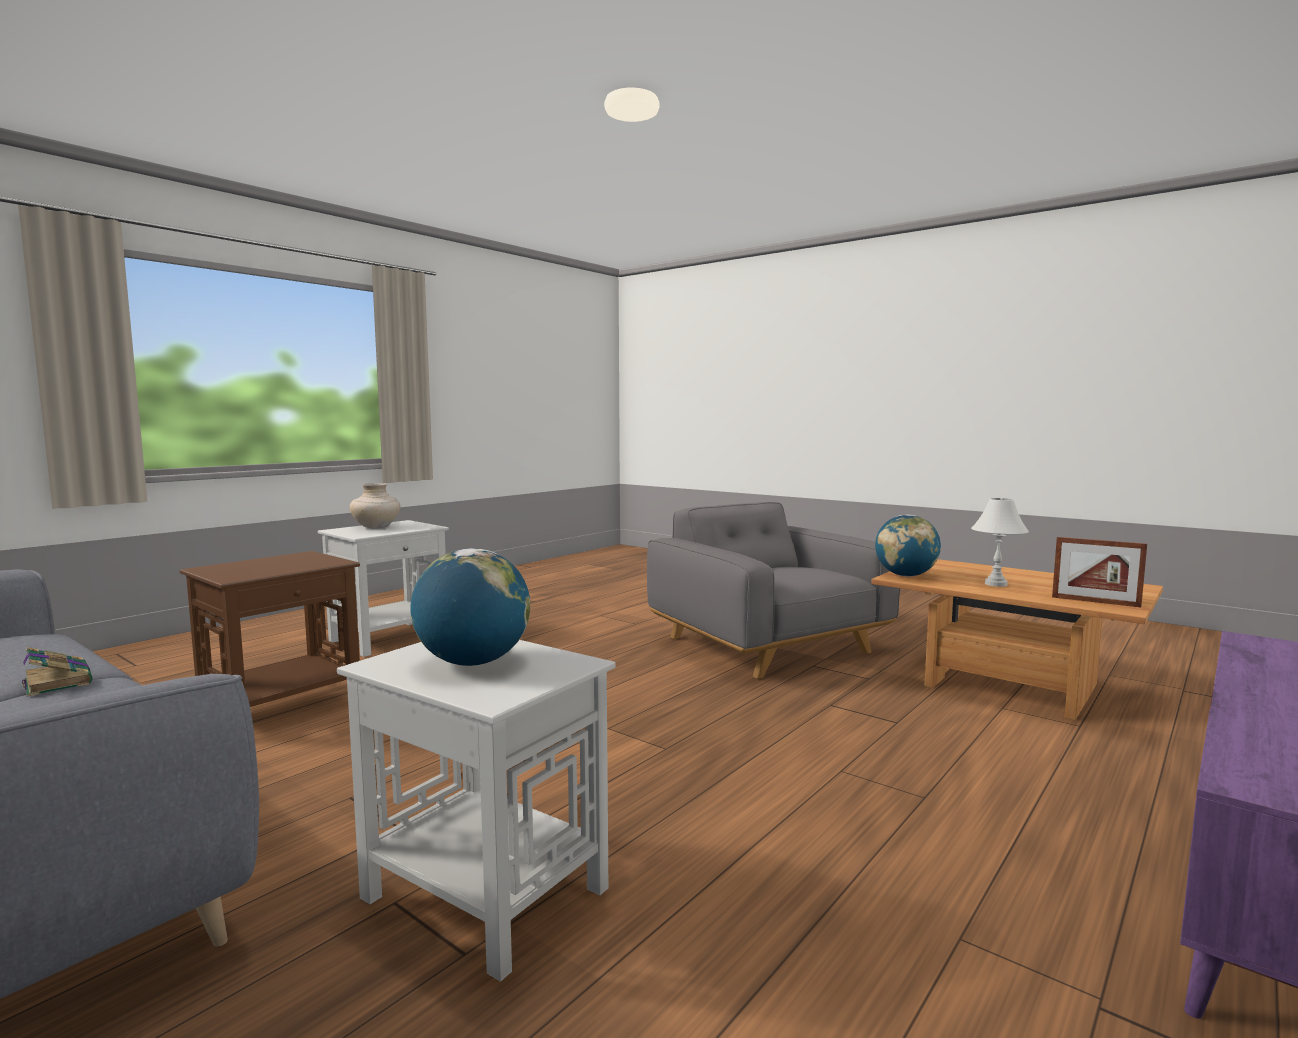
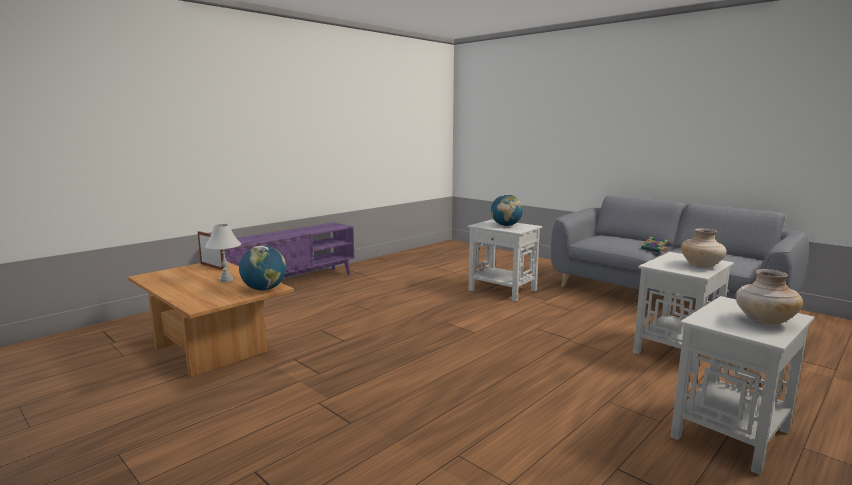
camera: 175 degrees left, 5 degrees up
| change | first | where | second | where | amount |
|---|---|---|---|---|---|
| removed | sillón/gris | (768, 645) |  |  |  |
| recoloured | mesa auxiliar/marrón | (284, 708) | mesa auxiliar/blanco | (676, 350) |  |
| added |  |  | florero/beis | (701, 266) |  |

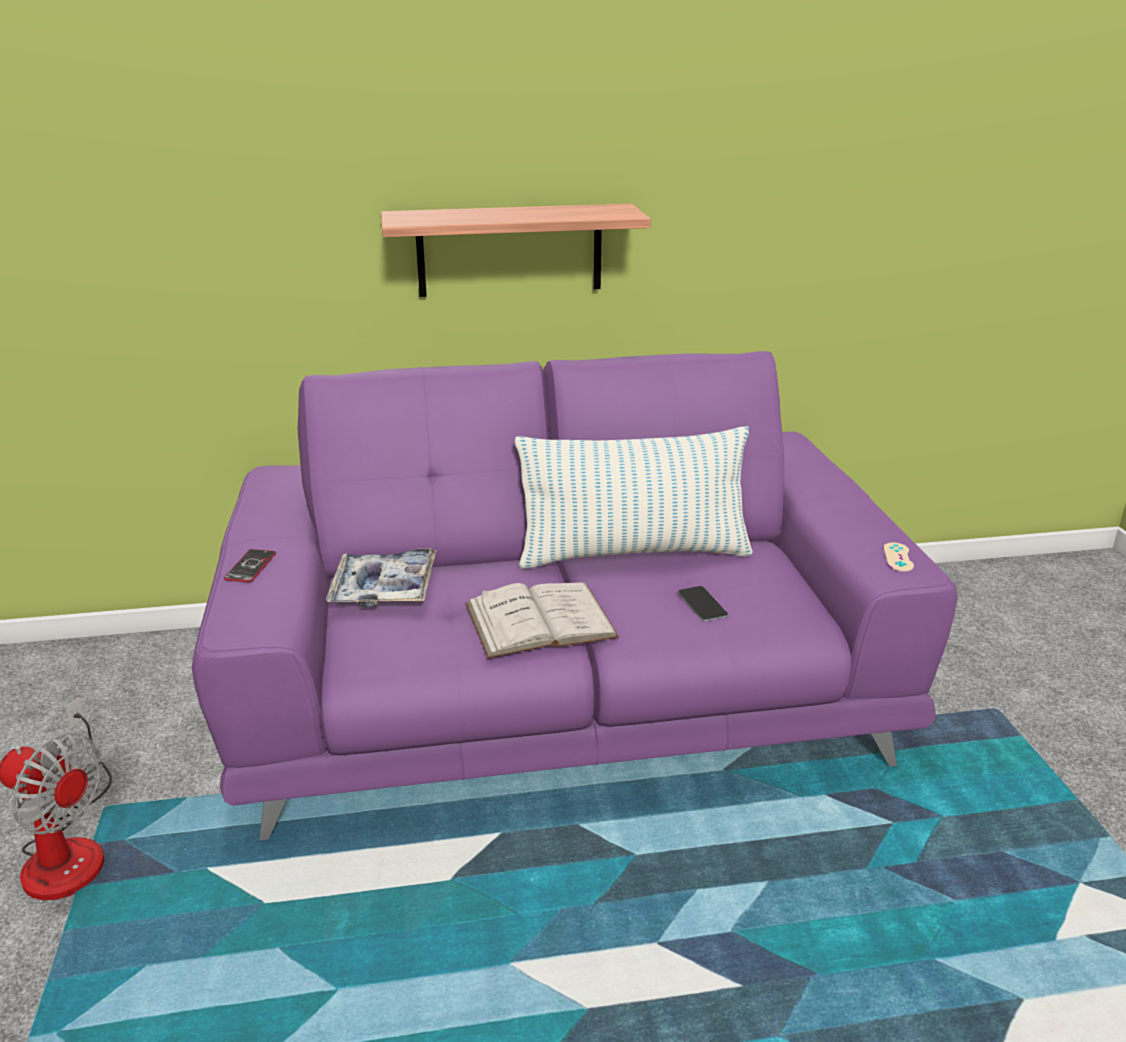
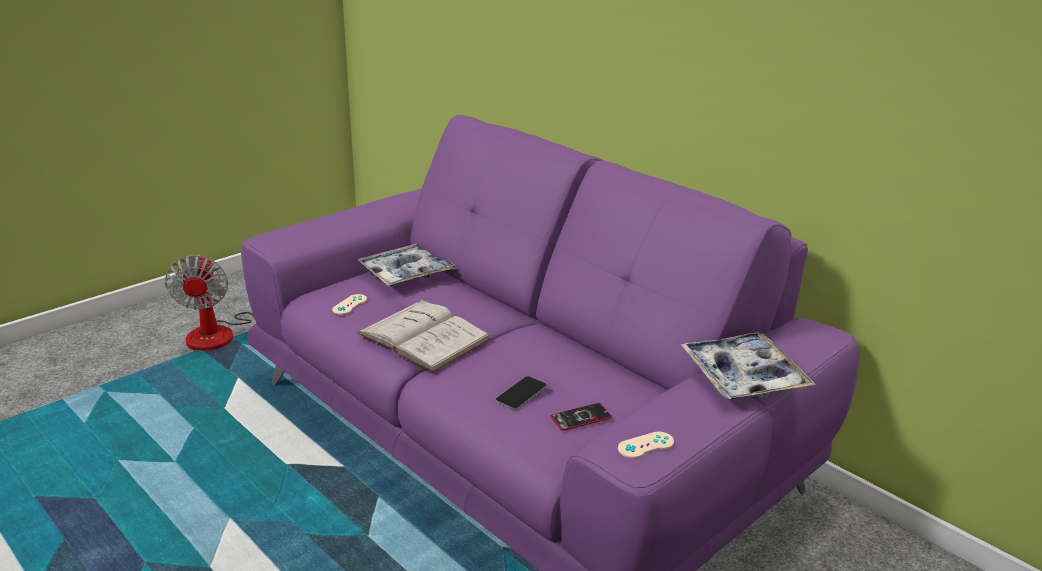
camera: 55 degrees right, 0 degrees up
| change | first | where | second | where | amount |
|---|---|---|---|---|---|
| removed | estante | (509, 250) |  |  |  |
| removed | cojín | (633, 553) |  |  |  |
| moved | móvil | (250, 567) |  | (581, 418) |  |
| added |  |  | mando de consola/beis | (349, 304) |  |
| added |  |  | bandeja | (743, 376) |  |

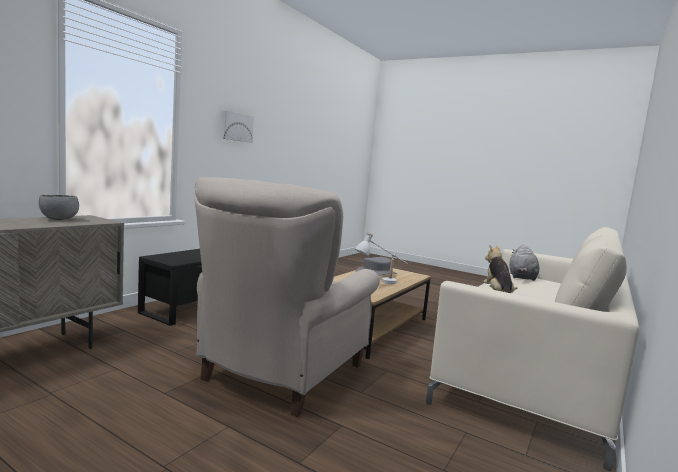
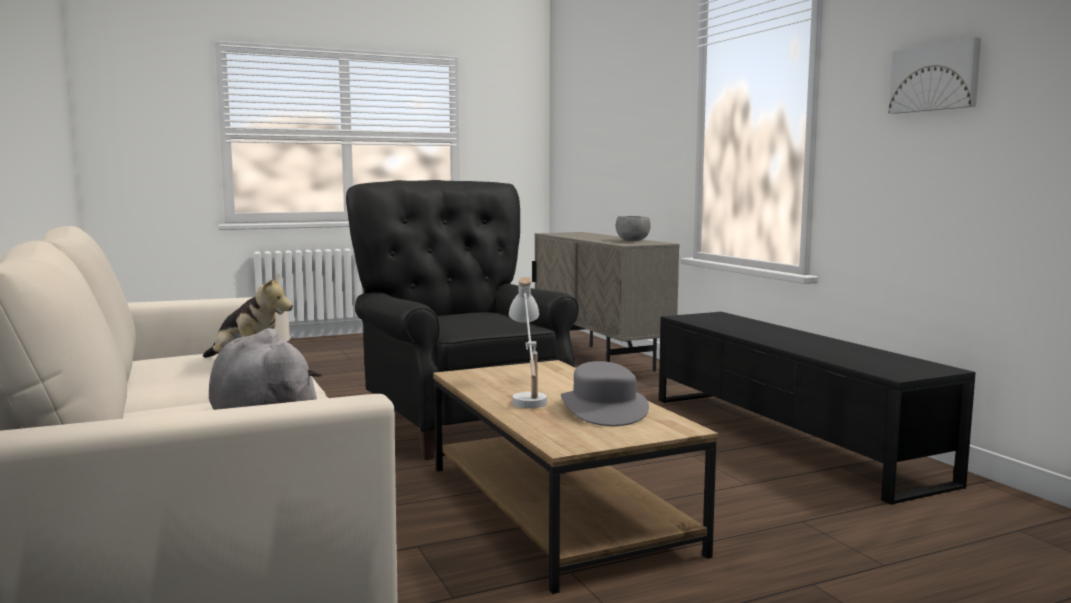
camera: 125 degrees right, 0 degrees up
| change | first | where | second | where | amount |
|---|---|---|---|---|---|
| recoloured | sillón/beis | (280, 374) | sillón/negro | (460, 422) |  |

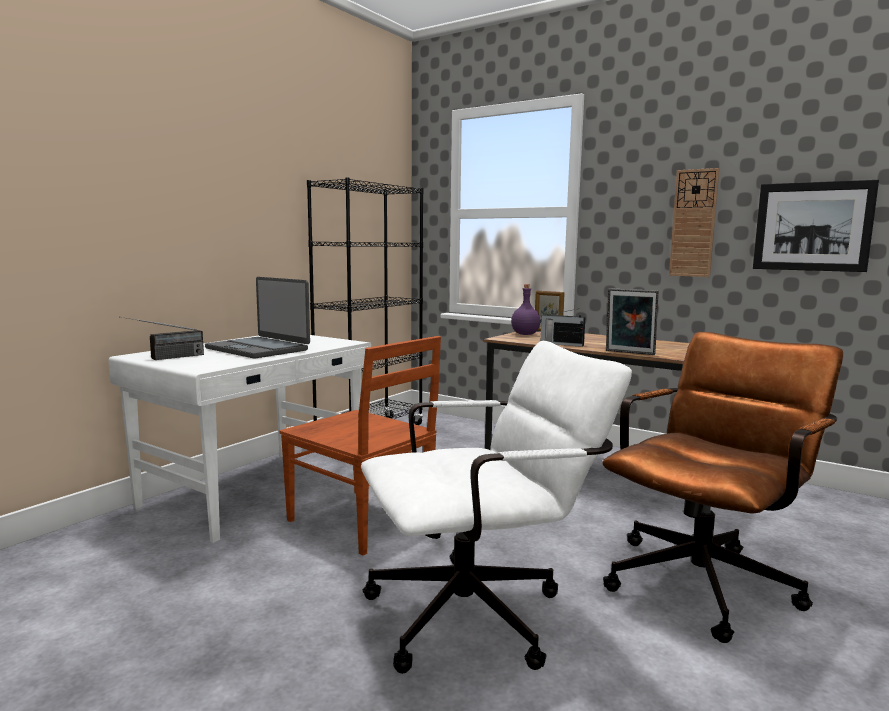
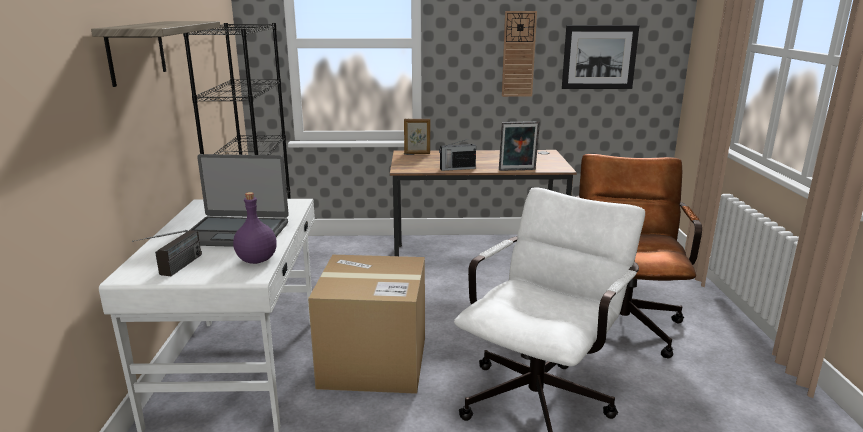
camera: 35 degrees left, 10 degrees up
| change | first | where | second | where | amount |
|---|---|---|---|---|---|
| moved | botella/morado | (524, 334) |  | (256, 260) |  |
| replaced | silla/marrón | (362, 521) | caja de cartón | (374, 362) |  |
| added |  |  | estante | (136, 51) |  |

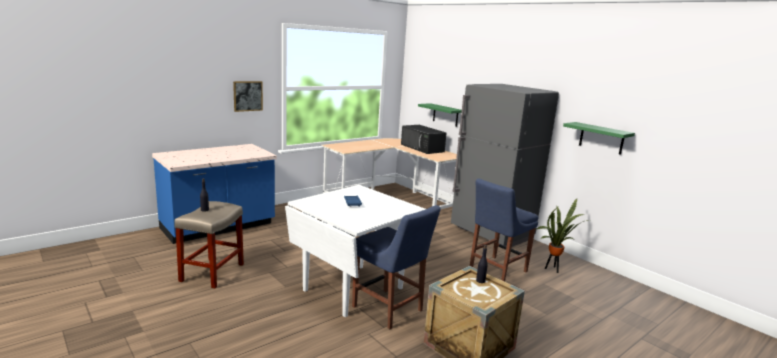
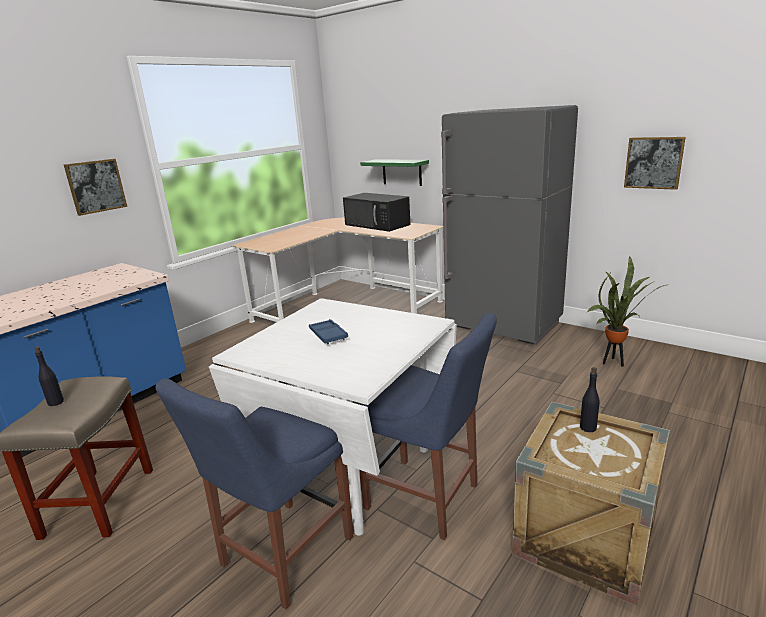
camera: 10 degrees left, 5 degrees up
| change | first | where | second | where | amount |
|---|---|---|---|---|---|
| replaced | estante/verde | (601, 138) | cuadro | (653, 163) |  |
| moved | silla/azul | (496, 270) |  | (282, 555) |  |

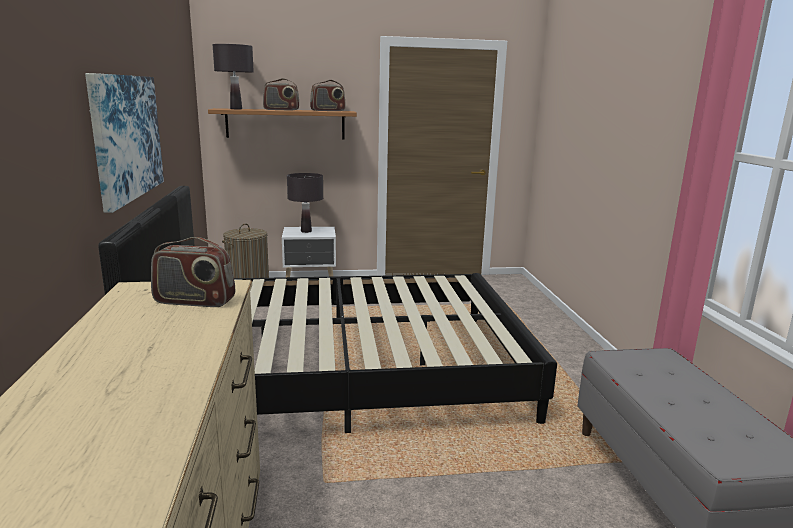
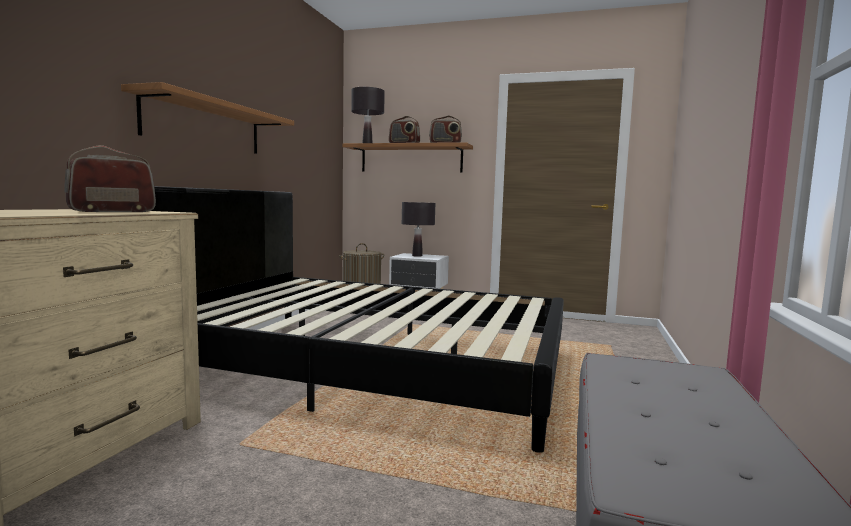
camera: 25 degrees right, 10 degrees down
| change | first | where | second | where | amount |
|---|---|---|---|---|---|
| replaced | cuadro | (126, 137) | estante | (205, 126) |  |
| turned | radio | (194, 301) |  | (112, 211) | 105 degrees clockwise |

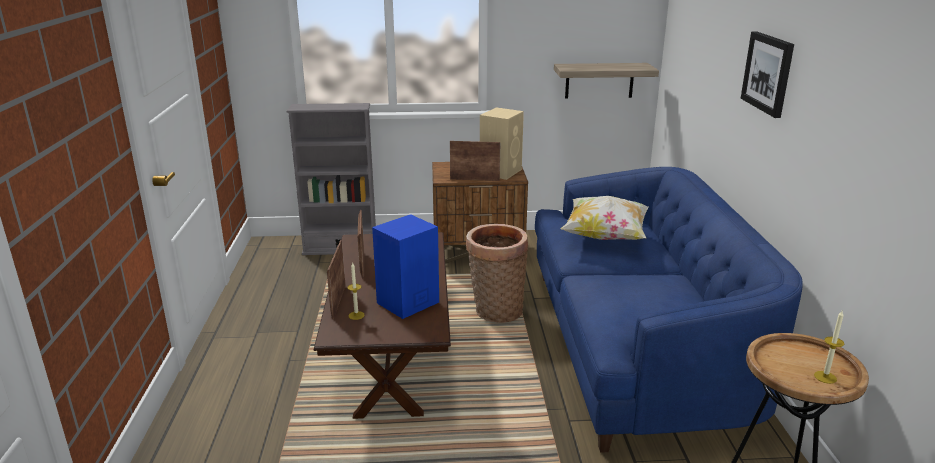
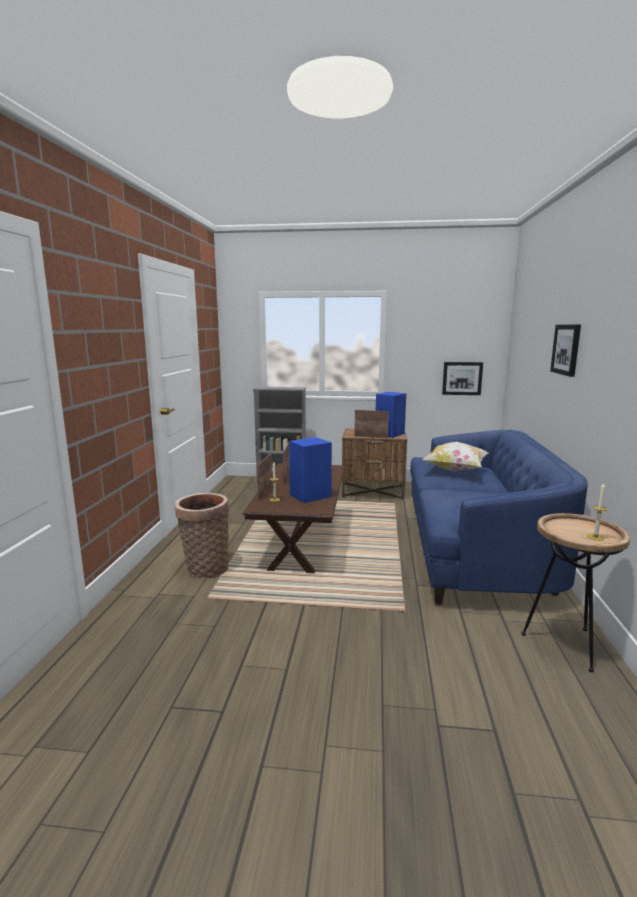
camera: 10 degrees right, 10 degrees down
| change | first | where | second | where | amount |
|---|---|---|---|---|---|
| replaced | estante | (599, 80) | cuadro | (462, 378) |  |
| recoloured | altavoz/beis | (501, 171) | altavoz/azul | (390, 434) |  |
| moved | cesta | (495, 311) |  | (205, 568) |  |

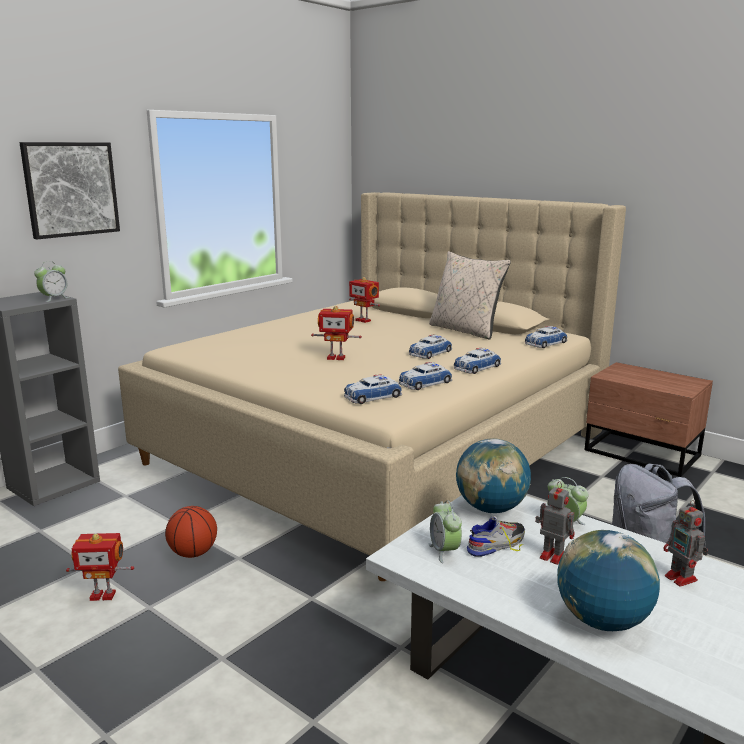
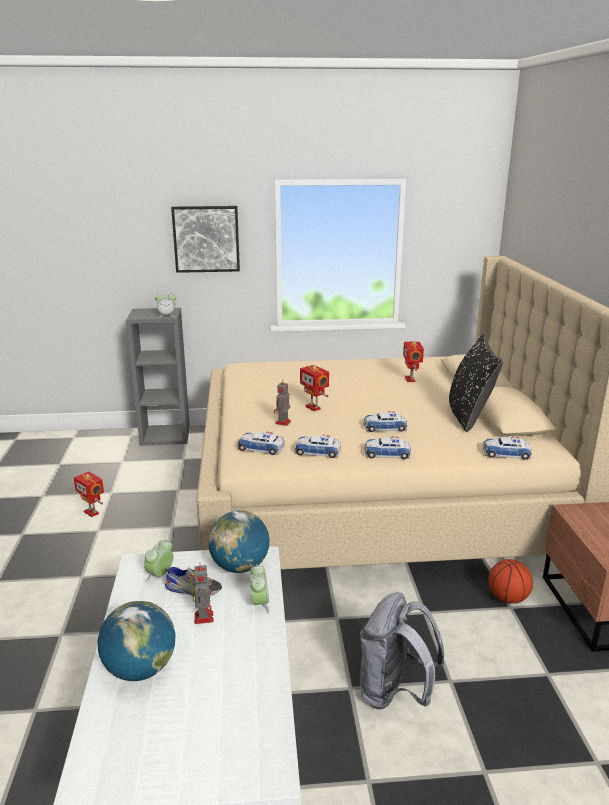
camera: 45 degrees right, 5 degrees up
| change | first | where | second | where | amount |
|---|---|---|---|---|---|
| recoloured | cojín/beis | (465, 330) | cojín/negro | (469, 415) |  |
| moved | robot de juguete | (682, 579) |  | (282, 423) |  |
| moved | balón de baloncesto | (193, 553) |  | (507, 598) |  |

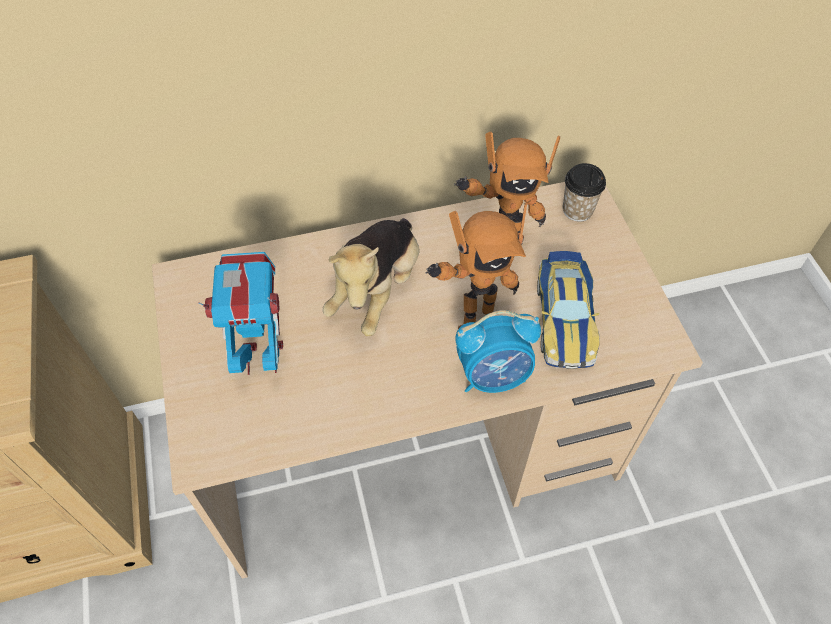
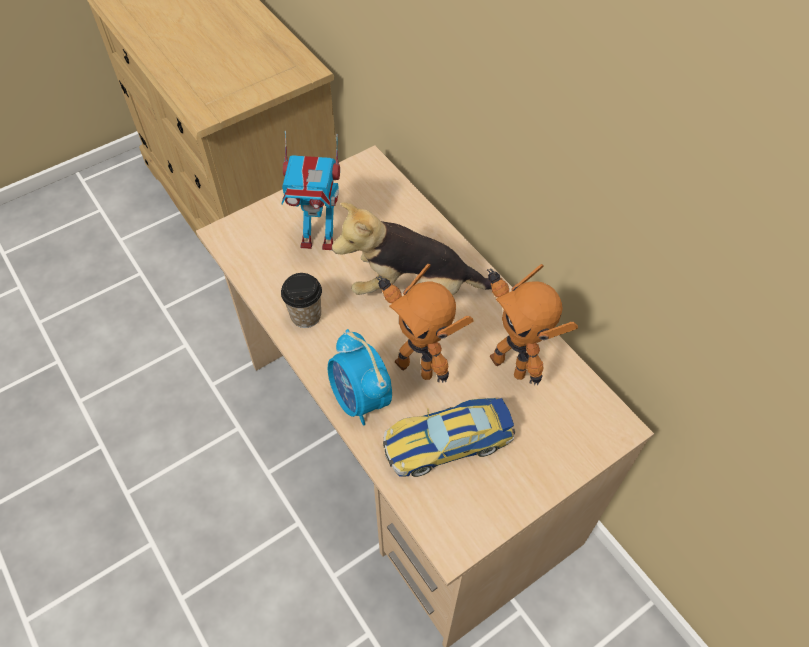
camera: 70 degrees right, 0 degrees up
| change | first | where | second | where | amount |
|---|---|---|---|---|---|
| moved | taza | (577, 210) |  | (306, 316) |  |
| turned | robot de juguete | (262, 357) |  | (319, 238) | 120 degrees clockwise |

